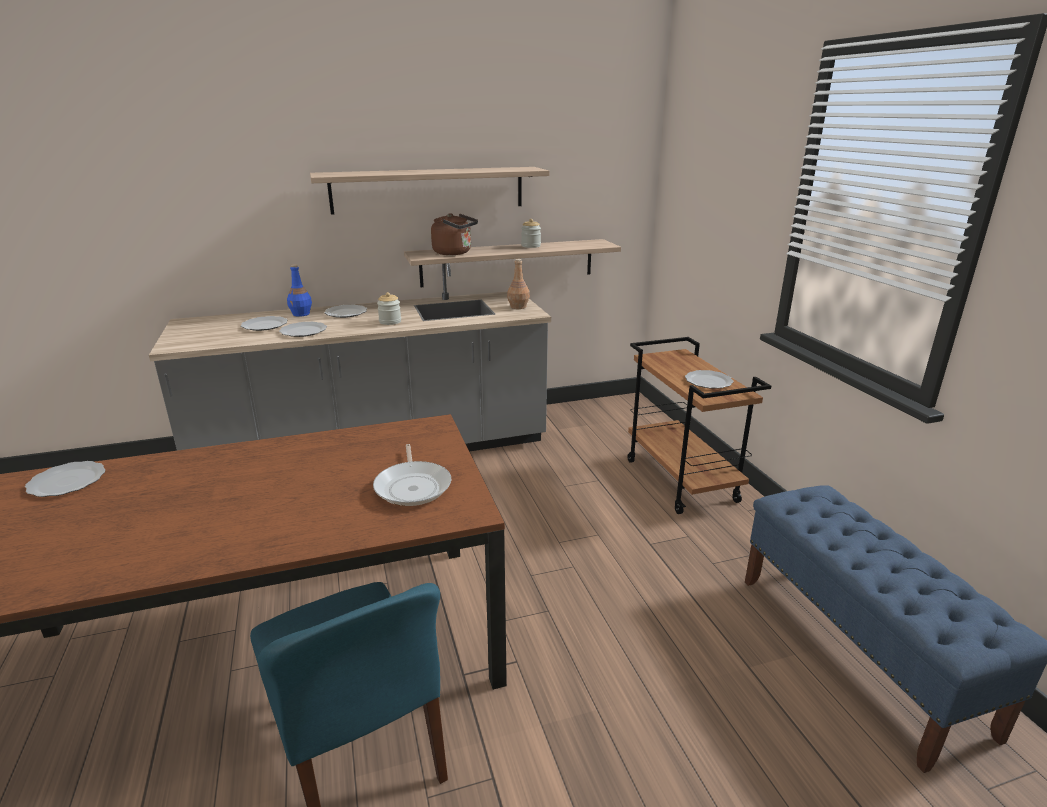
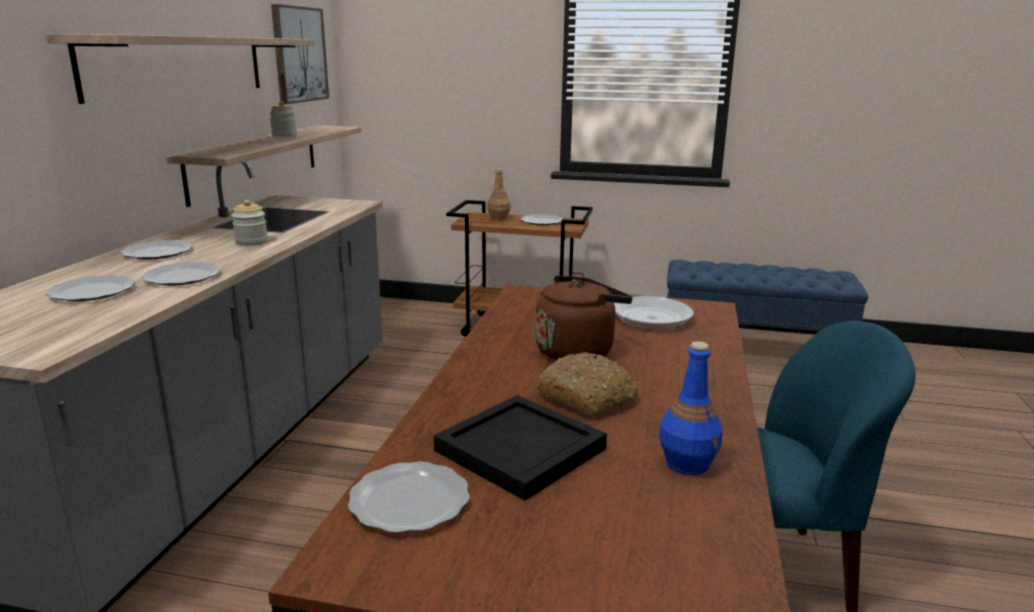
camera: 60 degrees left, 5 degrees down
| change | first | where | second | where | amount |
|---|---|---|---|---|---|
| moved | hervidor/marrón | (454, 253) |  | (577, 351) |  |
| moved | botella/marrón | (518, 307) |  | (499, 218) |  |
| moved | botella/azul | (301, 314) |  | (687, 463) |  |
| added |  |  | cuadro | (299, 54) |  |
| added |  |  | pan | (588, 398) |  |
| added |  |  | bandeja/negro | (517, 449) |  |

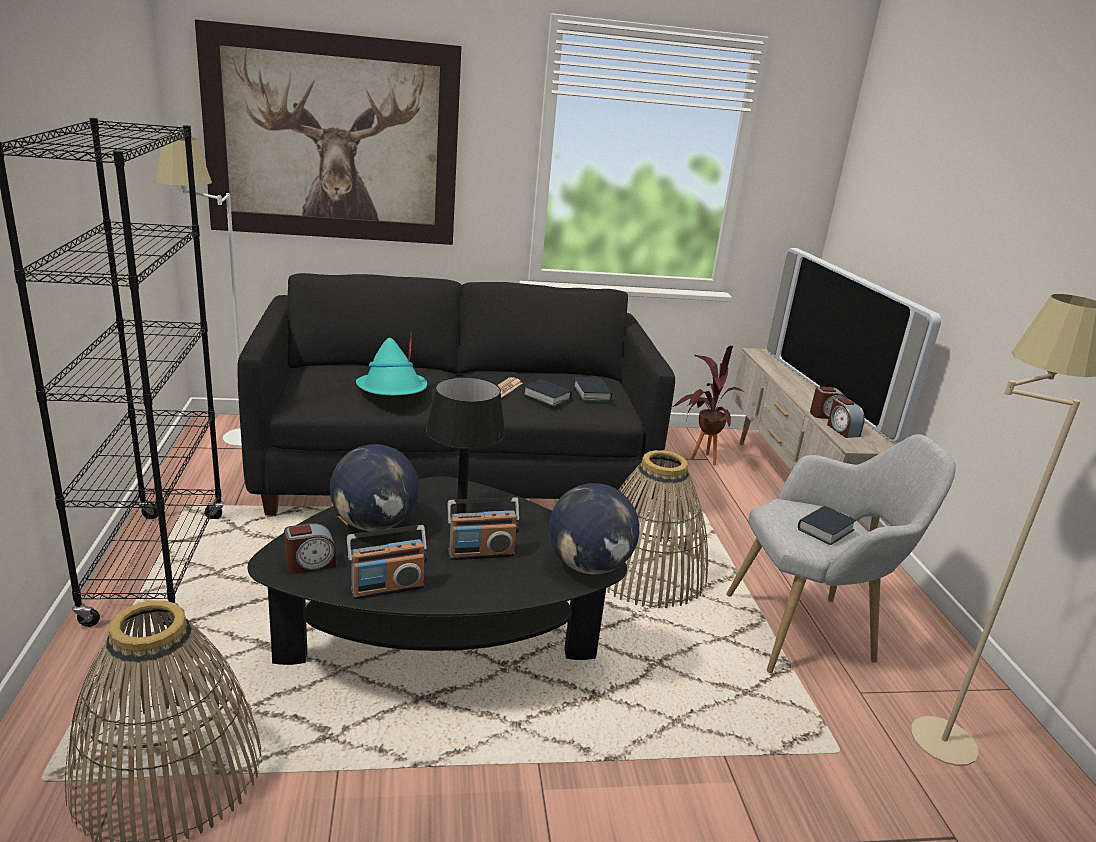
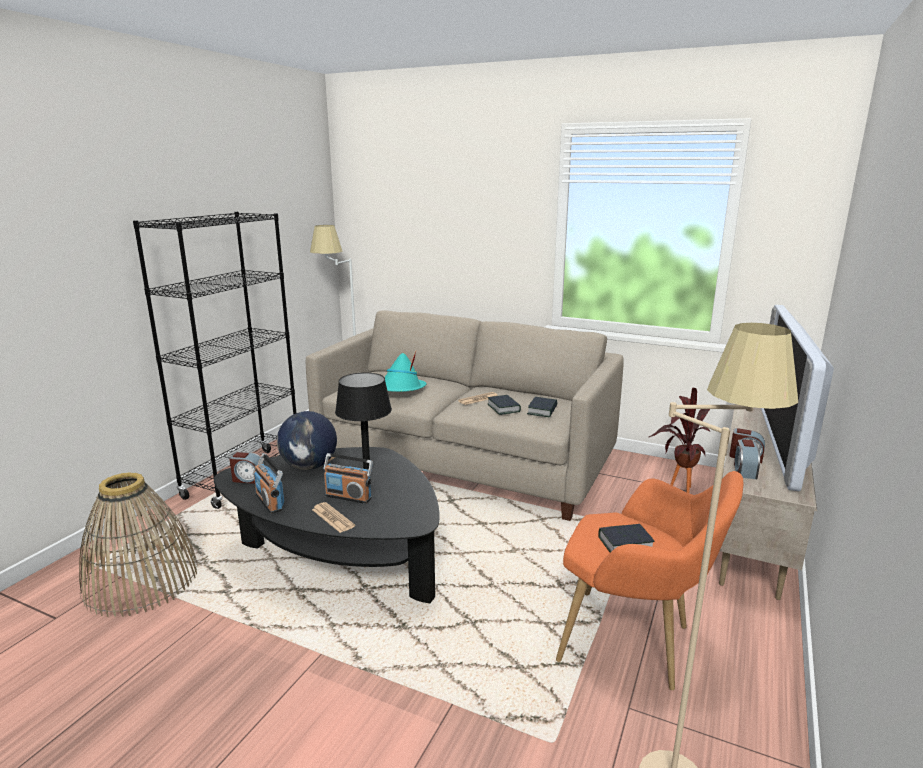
camera: 35 degrees right, 5 degrees down
| change | first | where | second | where | amount |
|---|---|---|---|---|---|
| removed | cuadro | (333, 139) |  |  |  |
| recoloured | sofá/negro | (456, 474) | sofá/beis | (464, 462) |  |
| recoloured | sillón/gris | (810, 631) | sillón/naranja | (634, 644) |  |
| removed | cesta | (646, 572) |  |  |  |
| removed | globo terráqueo | (589, 566) |  |  |  |
| turned | radio | (387, 588) |  | (270, 502) | 45 degrees clockwise |
| added |  |  | periódico | (333, 518) |  |

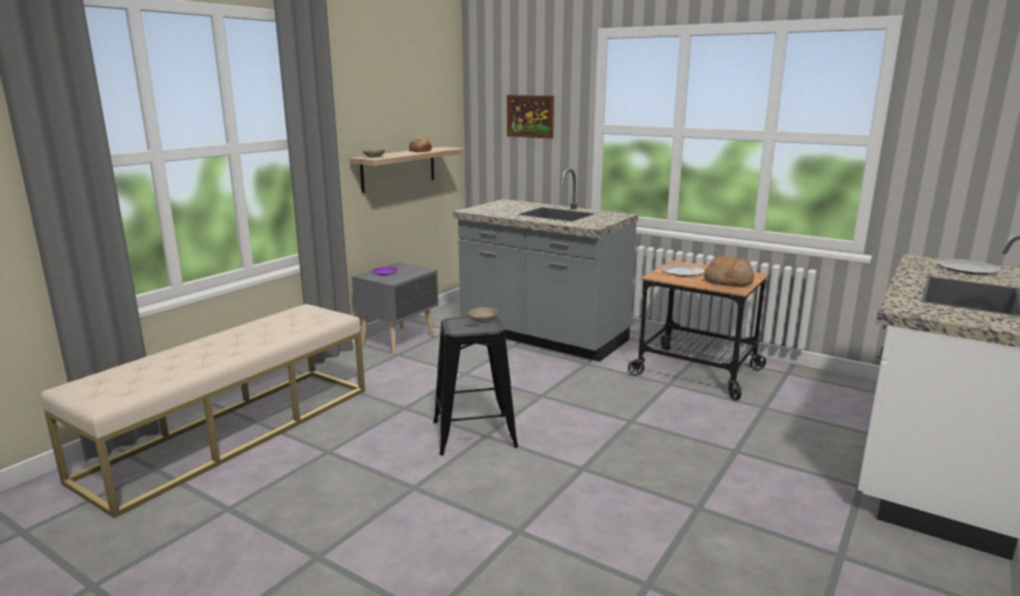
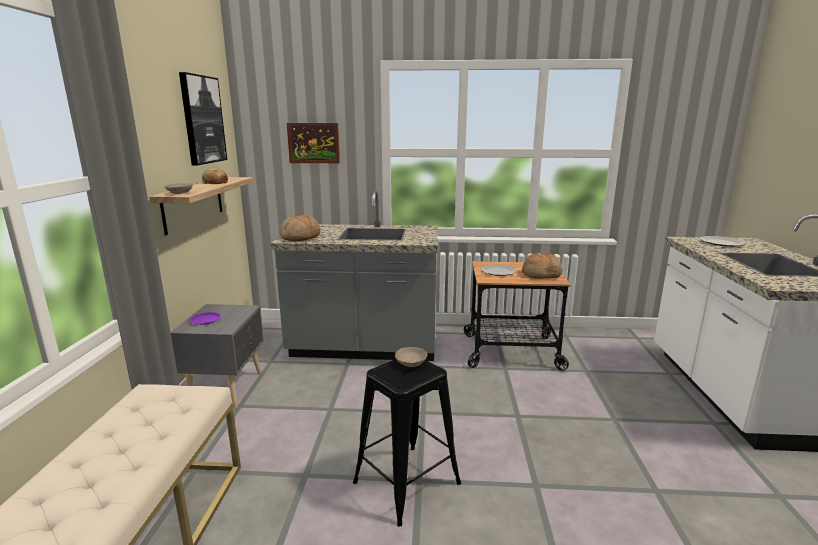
camera: 30 degrees left, 0 degrees up
| change | first | where | second | where | amount |
|---|---|---|---|---|---|
| added |  |  | cuadro | (202, 120) |  |
| added |  |  | pan | (301, 237) |  |

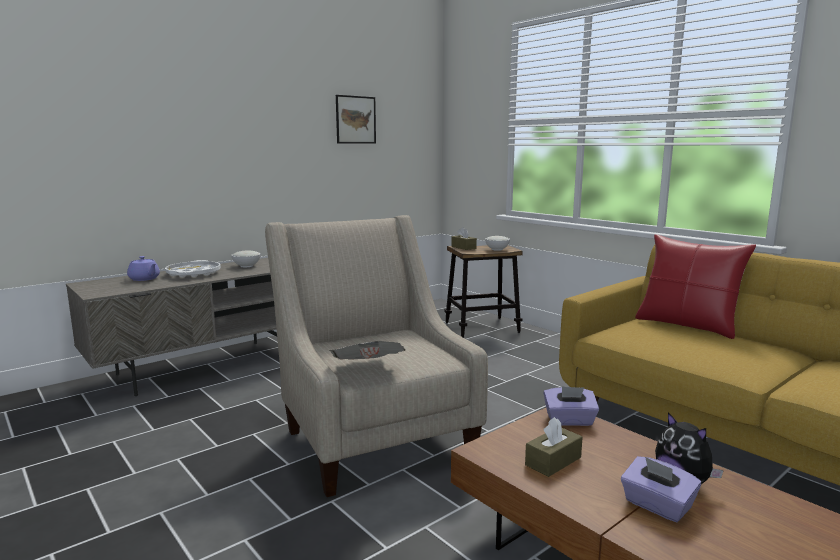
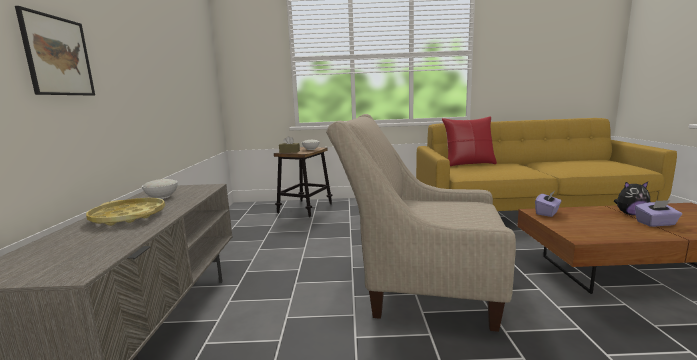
camera: 50 degrees left, 0 degrees up
| change | first | where | second | where | amount |
|---|---|---|---|---|---|
| moved | cuadro | (355, 120) |  | (58, 56) |  |
| removed | tetera/morado | (144, 279) |  |  |  |
| recoloured | bandeja/blanco | (193, 274) | bandeja/amarillo | (128, 216) |  |
| removed | periódico | (368, 371) |  |  |  |
| removed | caja de pañuelos/marrón | (553, 461) |  |  |  |

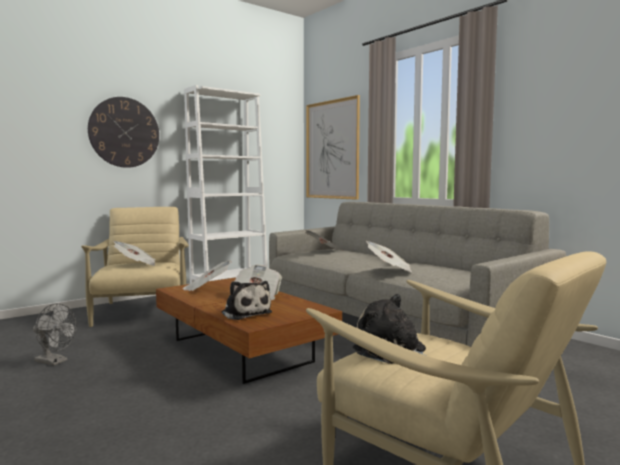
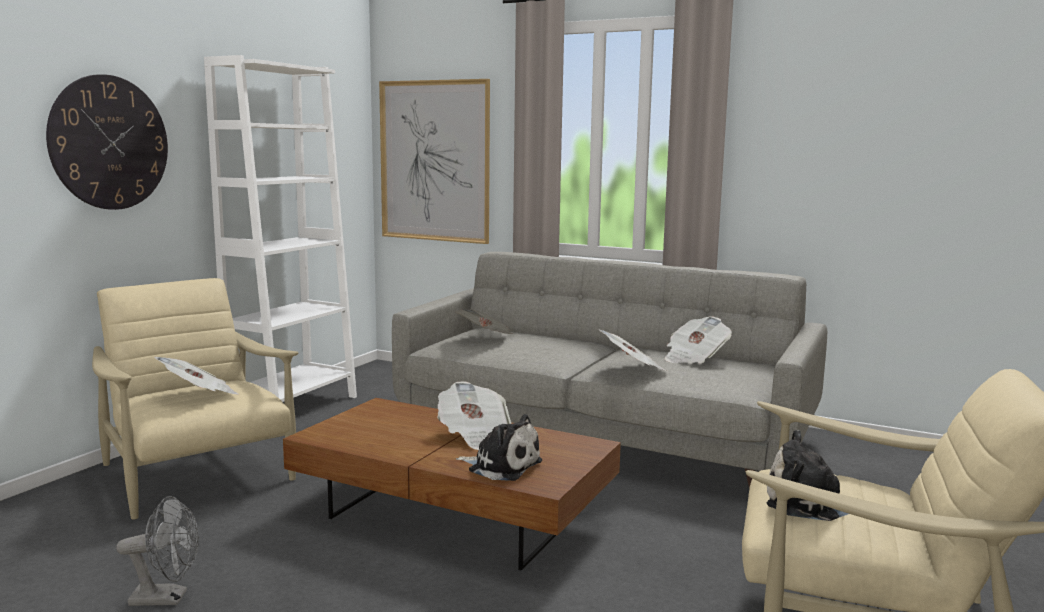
camera: 25 degrees left, 5 degrees up
| change | first | where | second | where | amount |
|---|---|---|---|---|---|
| moved | periódico | (207, 289) |  | (694, 358) |  |

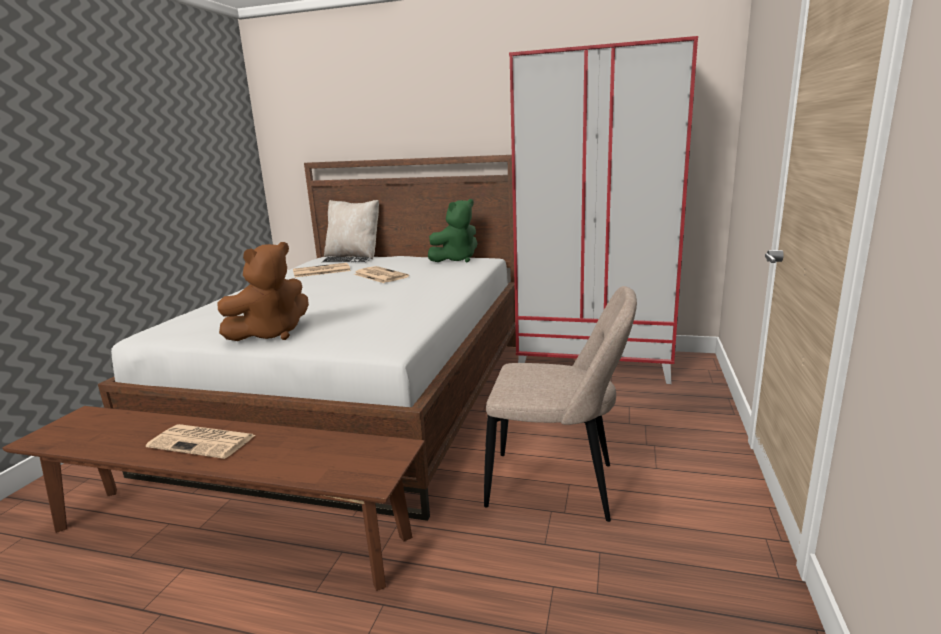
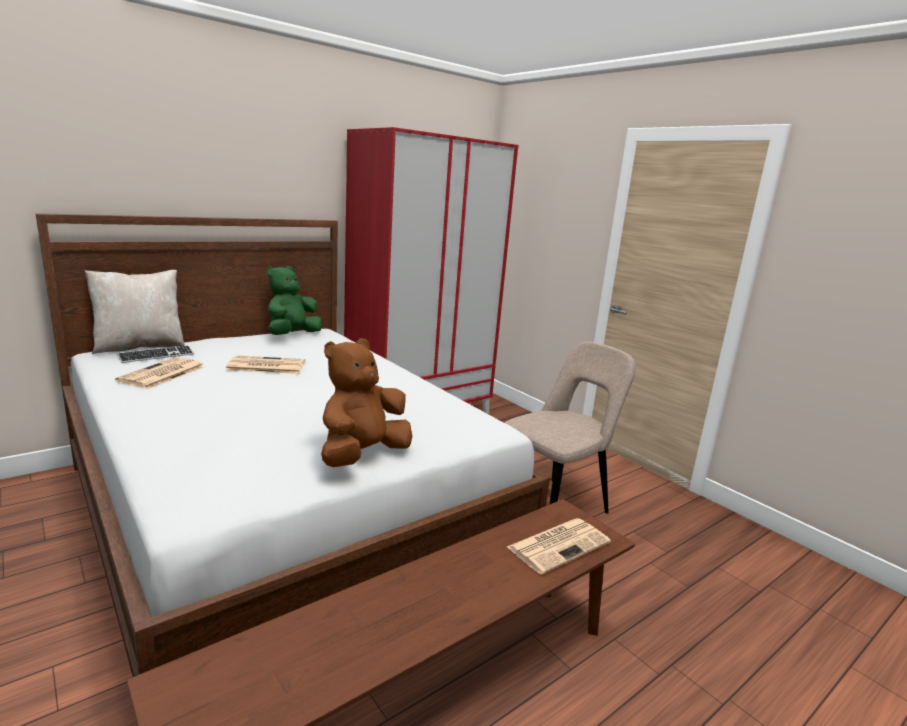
camera: 55 degrees left, 0 degrees up
| change | first | where | second | where | amount |
|---|---|---|---|---|---|
| turned | peluche/verde | (456, 260) |  | (292, 335) | 150 degrees counterclockwise |
| turned | peluche/marrón | (271, 334) |  | (362, 455) | 135 degrees counterclockwise |
| moved | periódico | (204, 442) |  | (559, 544) |  |

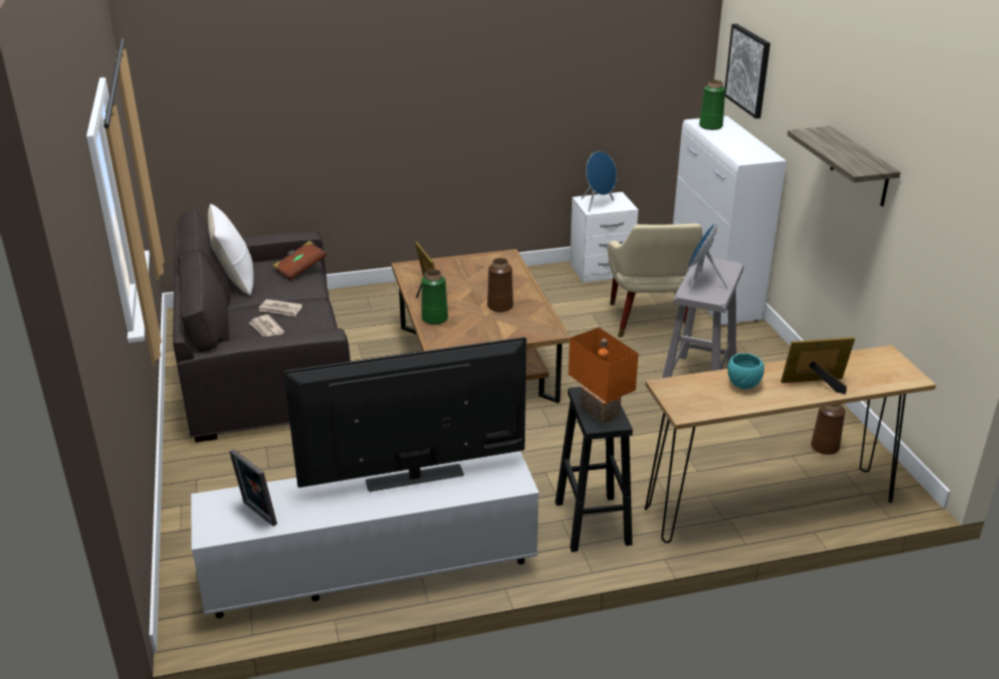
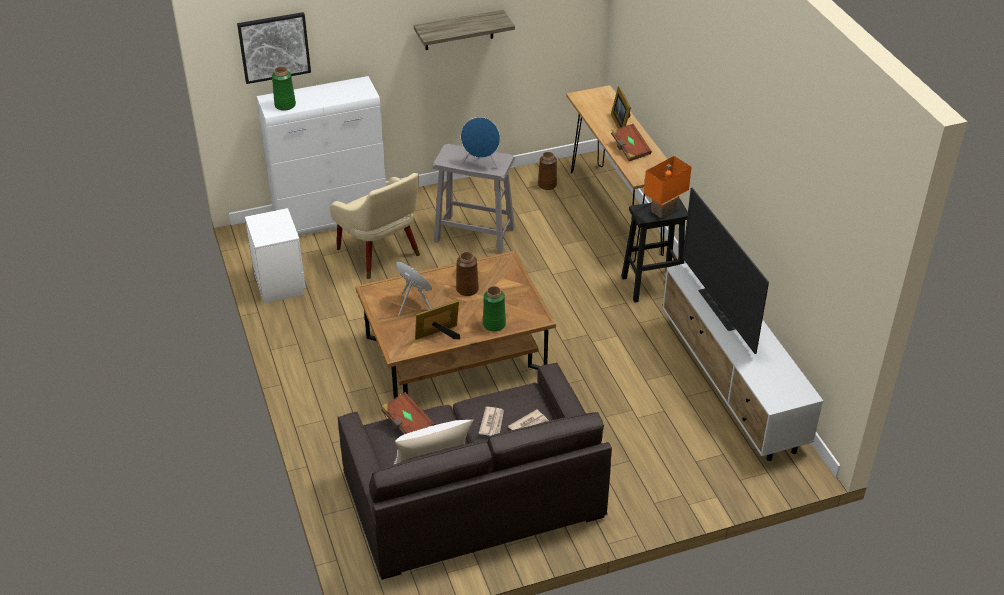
camera: 95 degrees left, 10 degrees up
| change | first | where | second | where | amount |
|---|---|---|---|---|---|
| moved | altavoz/azul | (598, 204) |  | (413, 304) |  |
| turned | sillón/beis | (650, 323) |  | (381, 255) | 60 degrees clockwise |
| replaced | cuenco/turquesa | (744, 385) | libro/marrón | (629, 149) |  |
| removed | portarretratos | (257, 515) |  |  |  |

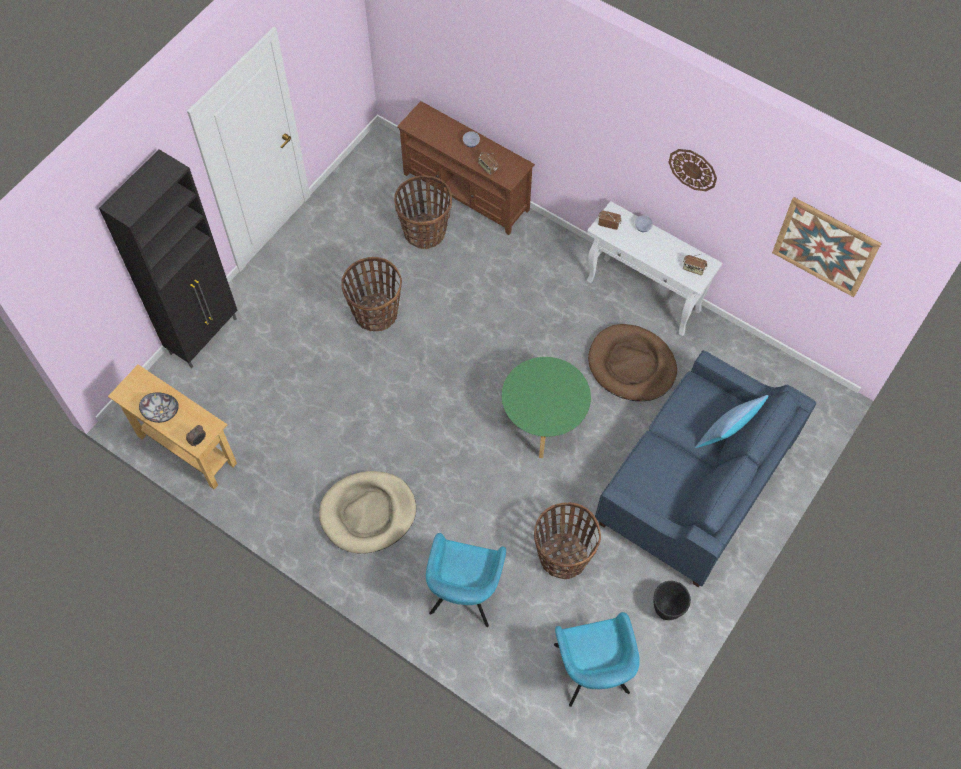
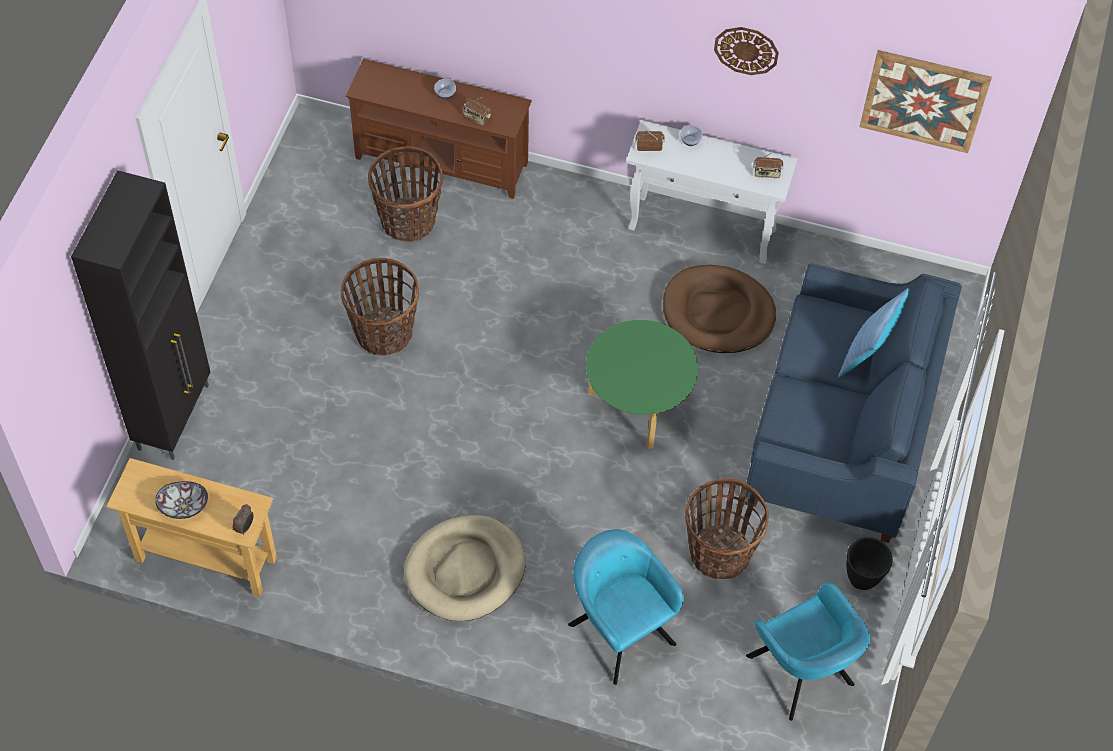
camera: 20 degrees left, 5 degrees down
| change | first | where | second | where | amount |
|---|---|---|---|---|---|
| turned | sillón/turquesa | (465, 594) |  | (619, 630) | 150 degrees clockwise |

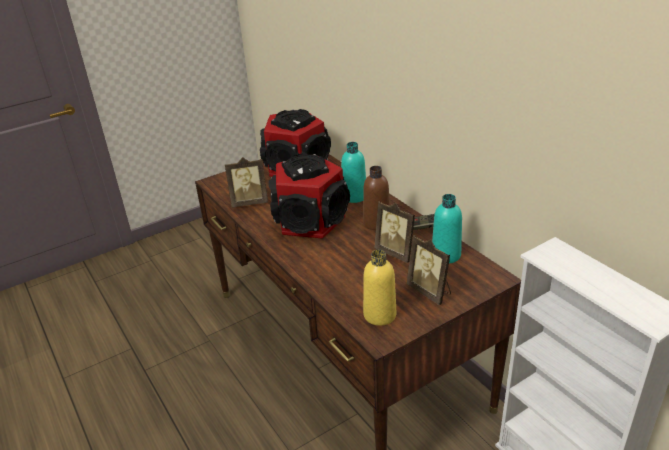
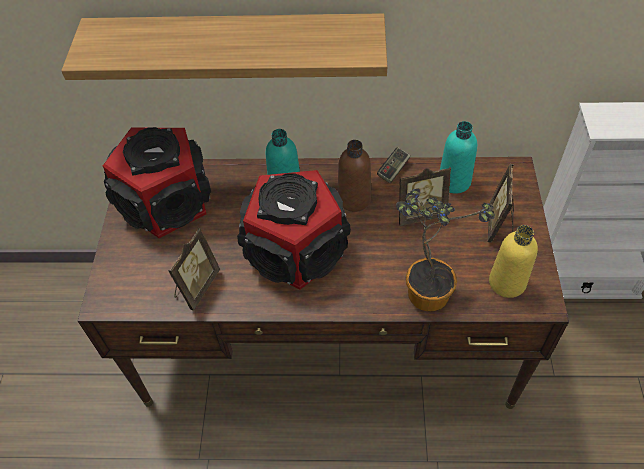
camera: 55 degrees left, 20 degrees up
| change | first | where | second | where | amount |
|---|---|---|---|---|---|
| turned | portarretratos | (430, 291) |  | (500, 226) | 105 degrees clockwise |
| added |  |  | estante | (236, 46) |  |
| added |  |  | planta en maceta | (426, 288) |  |

